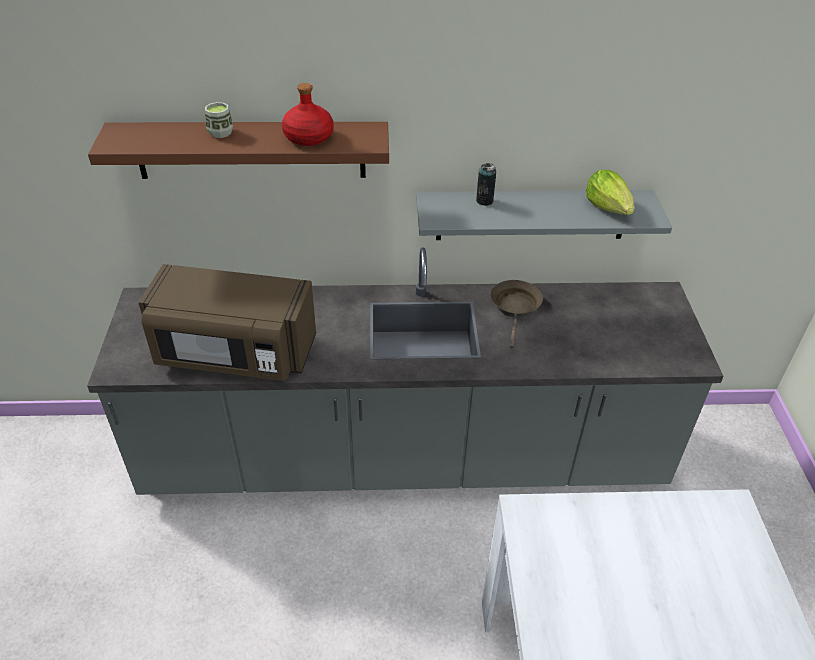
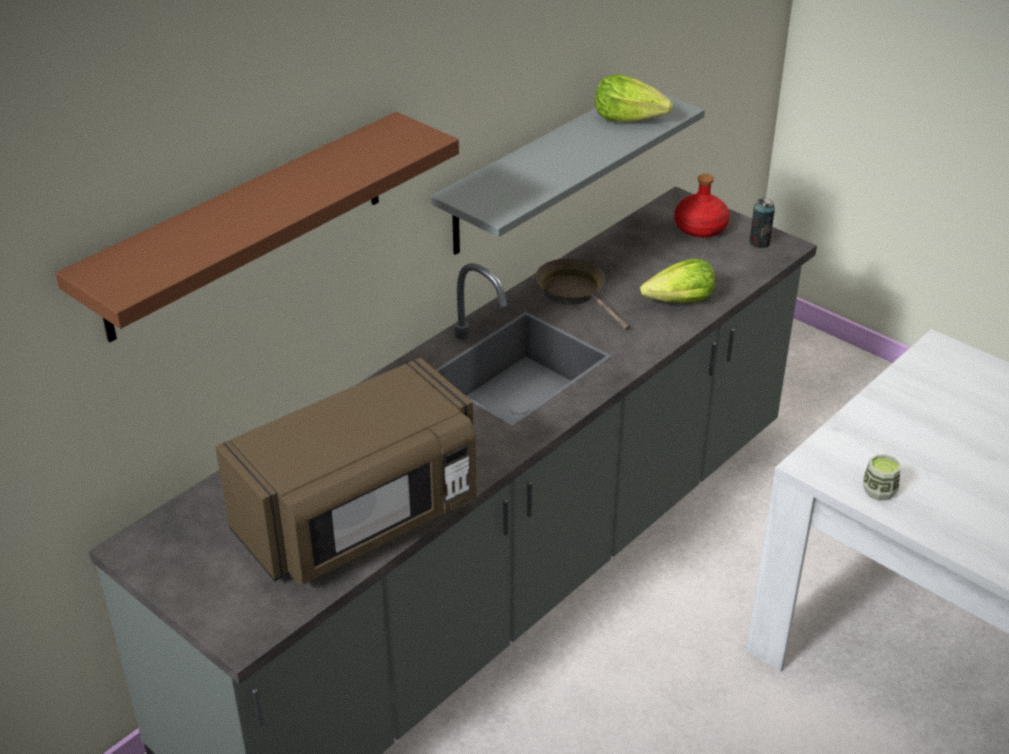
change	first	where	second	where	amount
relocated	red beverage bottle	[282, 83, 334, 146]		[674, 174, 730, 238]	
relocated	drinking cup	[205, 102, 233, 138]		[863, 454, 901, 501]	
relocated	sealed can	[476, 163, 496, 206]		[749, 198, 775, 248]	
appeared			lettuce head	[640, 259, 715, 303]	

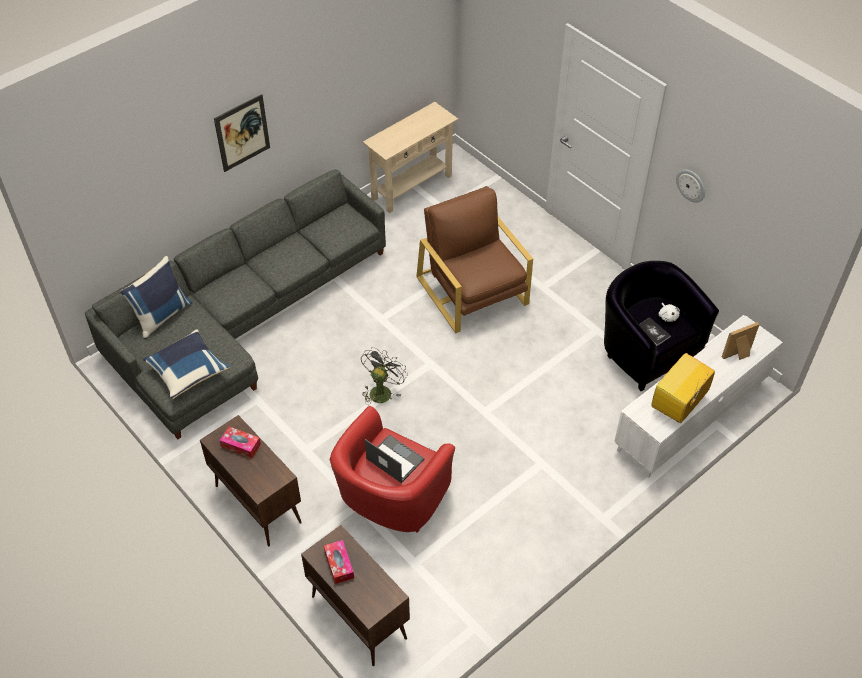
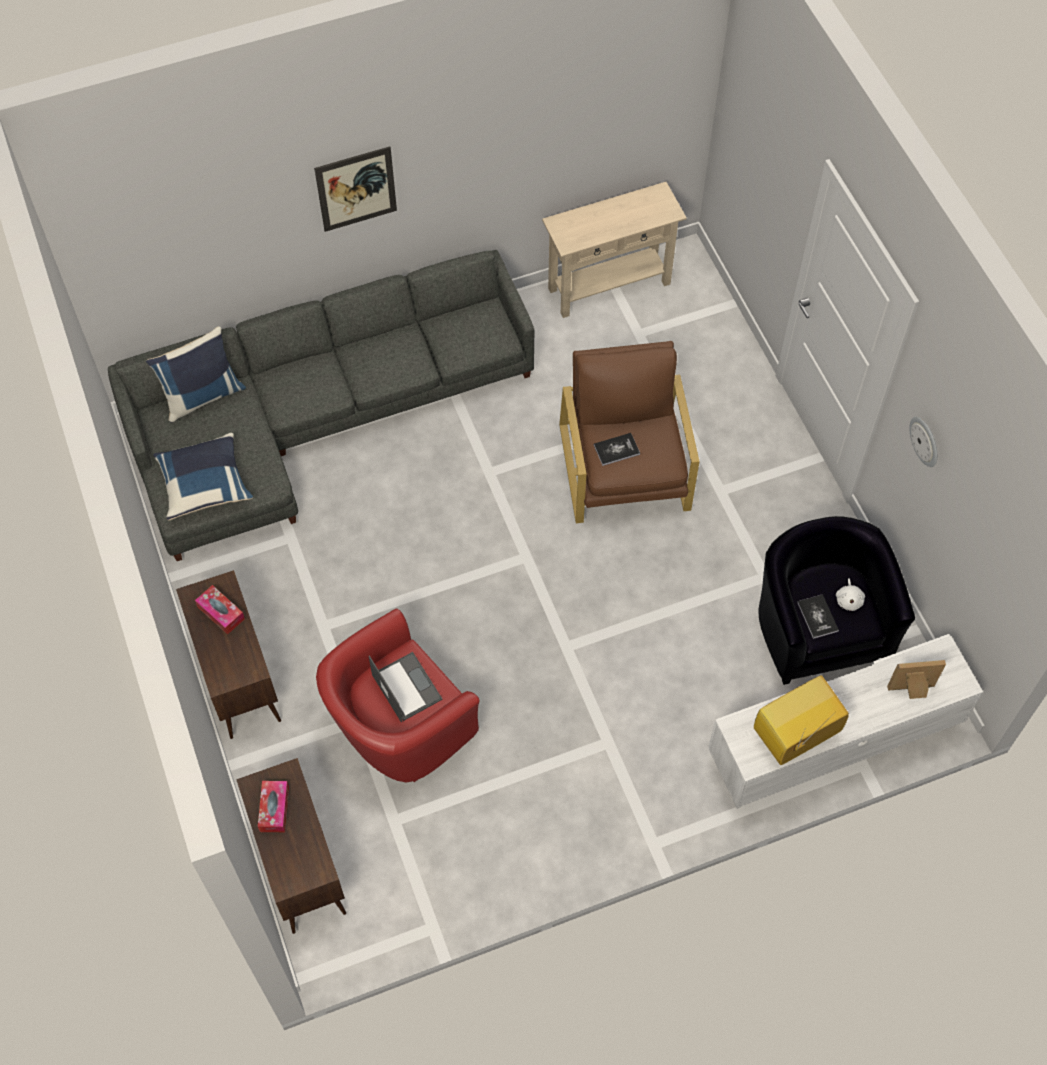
change	first	where	second	where	amount
missing	grey fan	[361, 347, 408, 405]			
appeared			volume	[594, 433, 640, 466]	

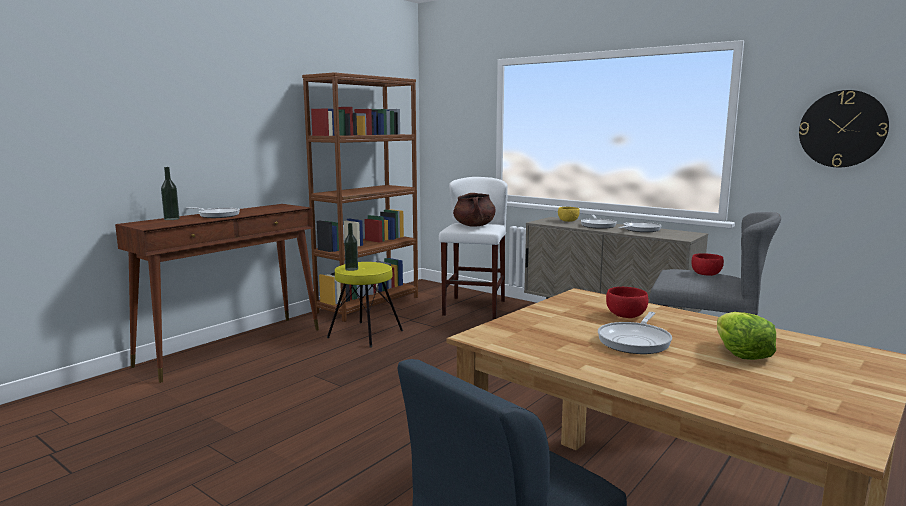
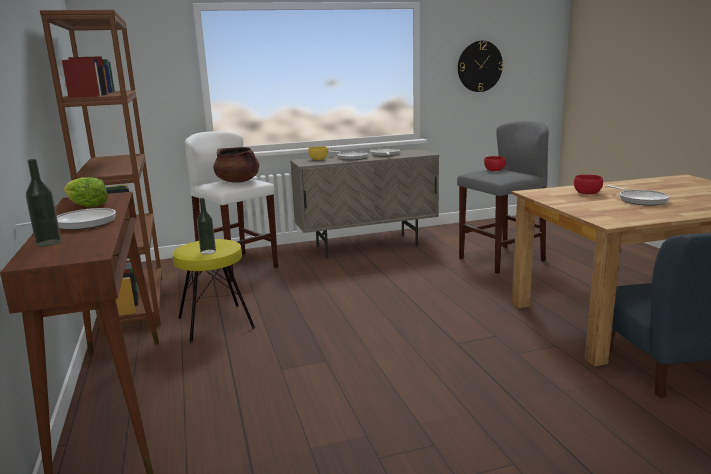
change	first	where	second	where	amount
relocated	lettuce head	[717, 312, 776, 360]		[64, 177, 108, 207]	

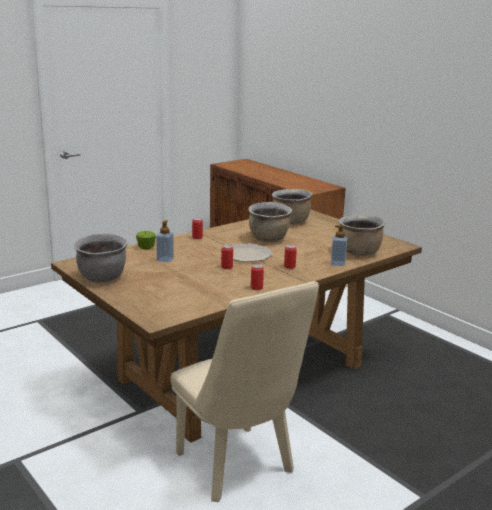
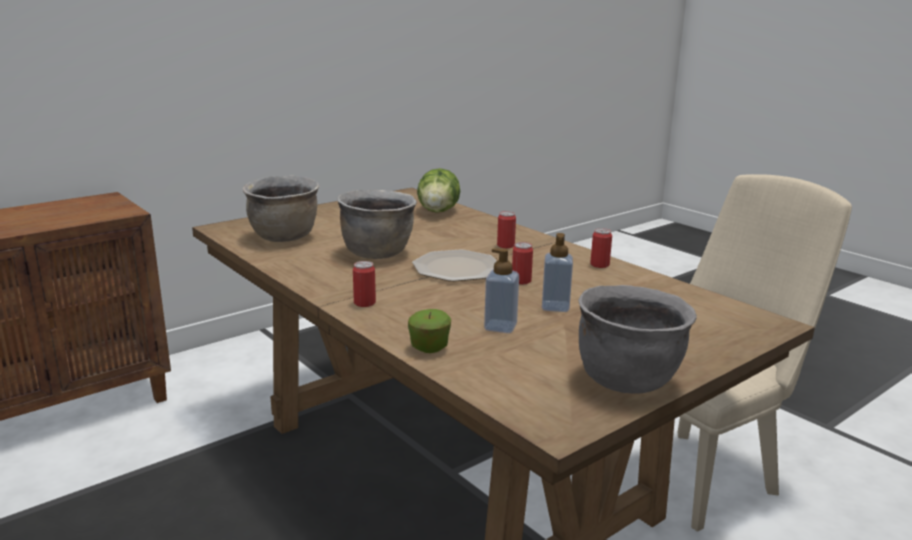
change	first	where	second	where	amount
exchanged	brownish cooking pot	[339, 215, 386, 256]	lettuce head	[417, 168, 460, 213]	
relocated	liquid soap bottle	[331, 225, 347, 266]		[542, 233, 573, 312]	

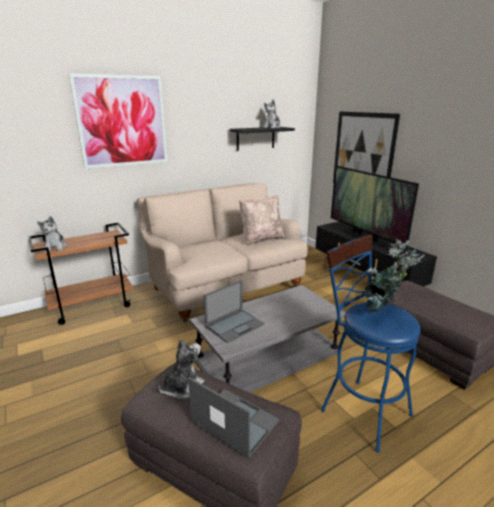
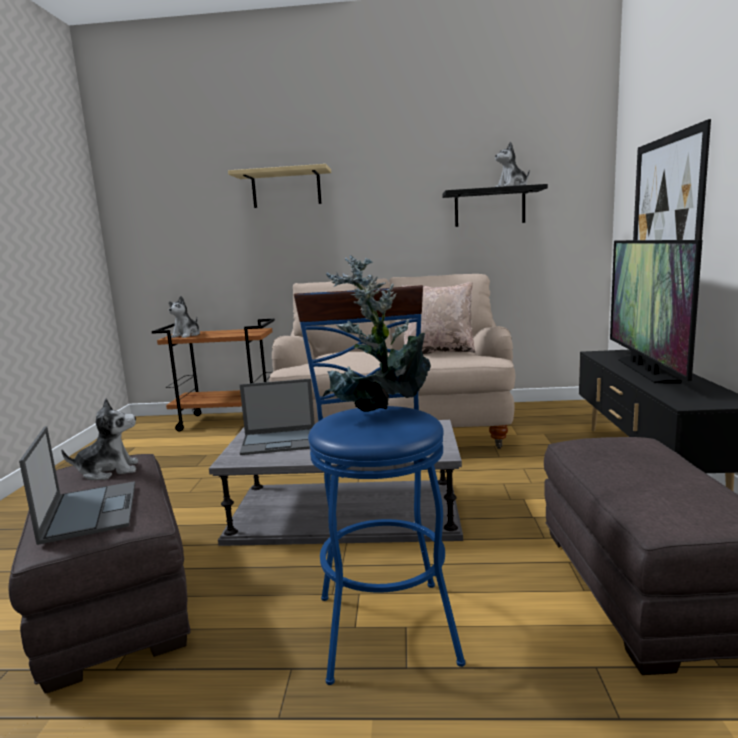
change	first	where	second	where	amount
exchanged	picture	[69, 74, 168, 169]	beige-coloured bracket shelf	[228, 164, 331, 208]	

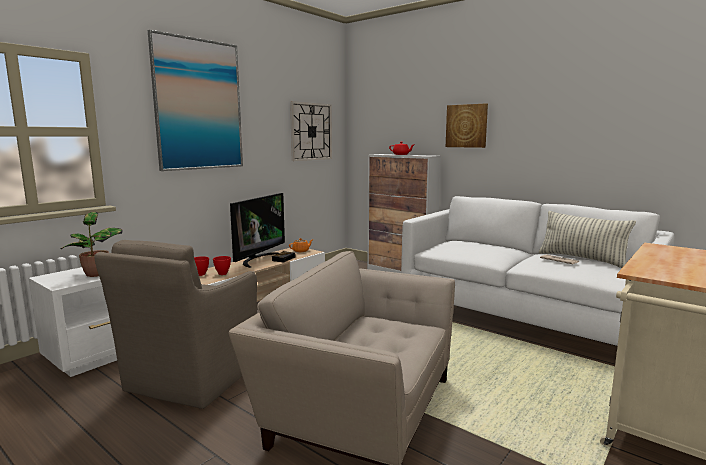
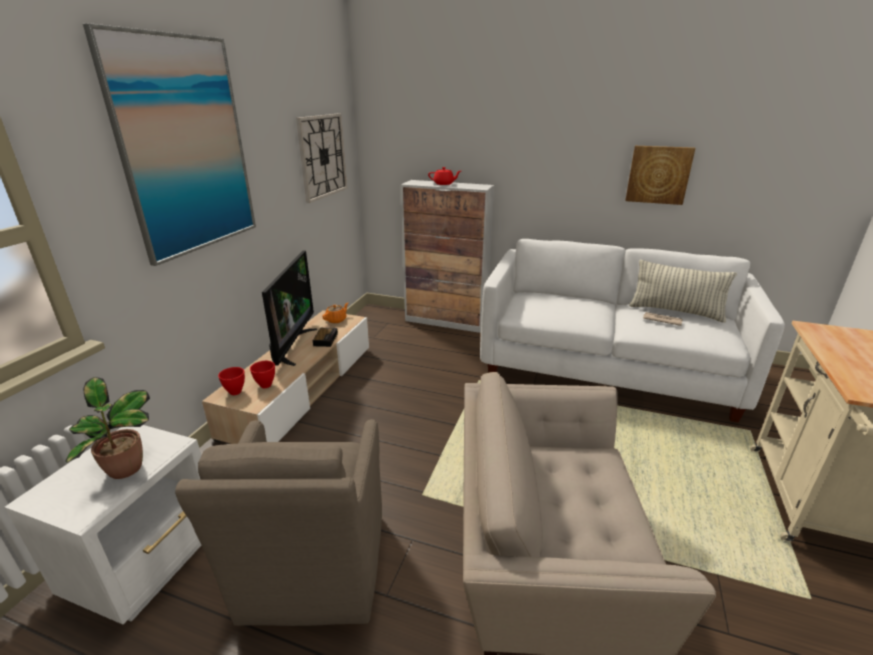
change	first	where	second	where	amount
relocated	picture	[446, 103, 488, 148]		[625, 146, 695, 205]	

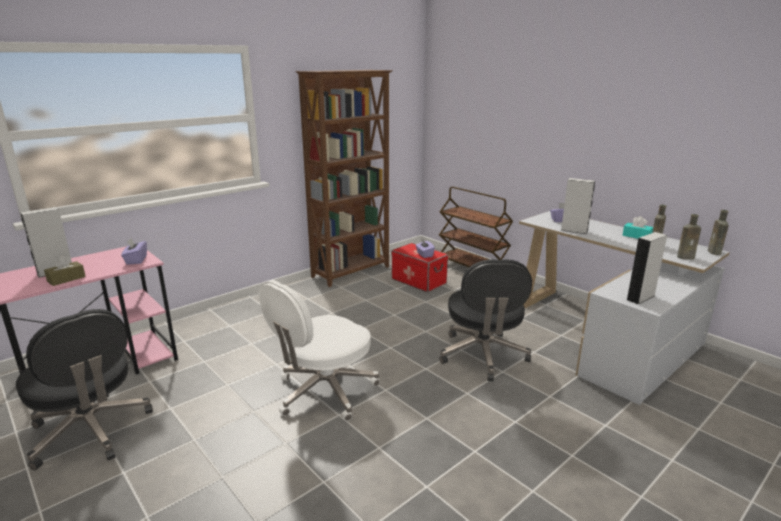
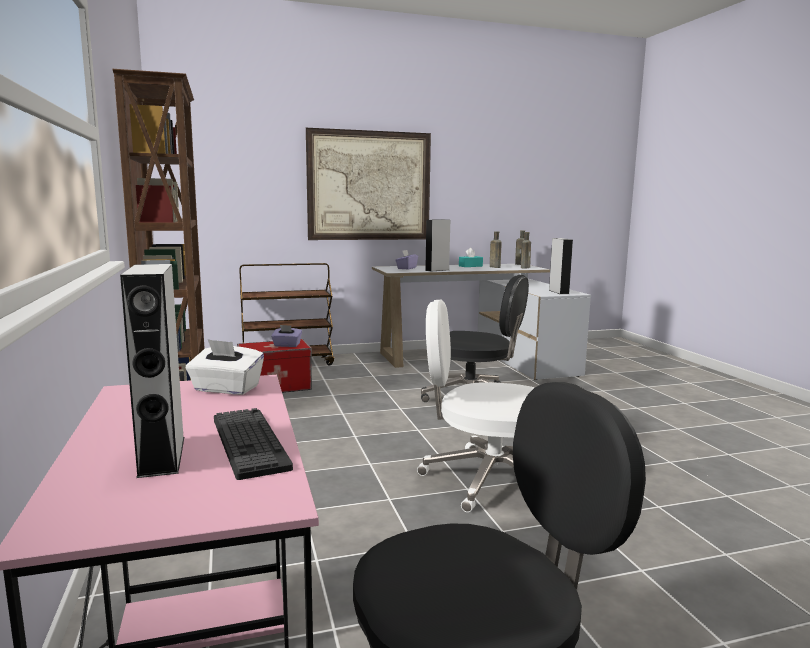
change	first	where	second	where	amount
colour	purple tissue holder	[121, 238, 147, 265]	whitish tissue holder	[186, 339, 264, 395]	
exchanged	brownish tissue holder	[44, 256, 86, 286]	computer keyboard	[214, 408, 293, 480]	
spun	whitish office chair	[259, 280, 380, 421]		[417, 300, 535, 512]	120 degrees clockwise
appeared			picture	[306, 128, 431, 240]	

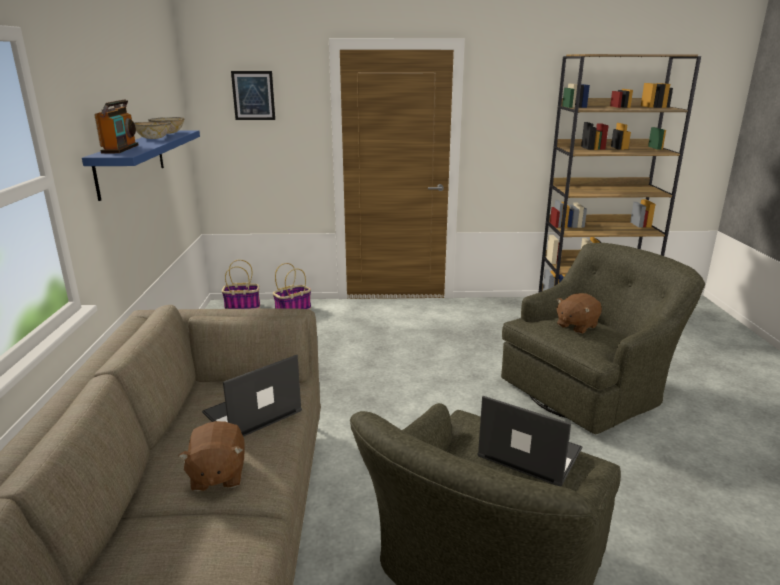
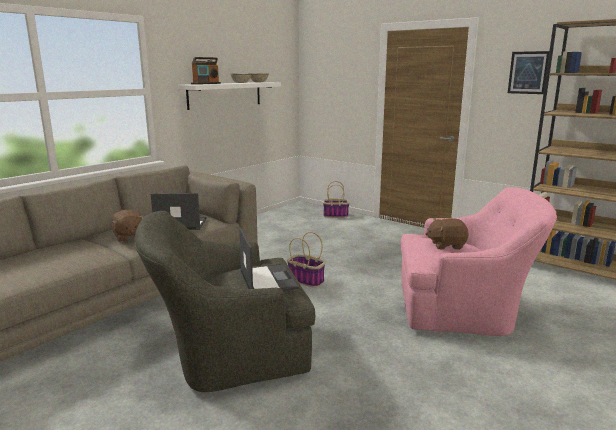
change	first	where	second	where	amount
relocated	picture	[231, 71, 275, 120]		[508, 51, 549, 94]	
colour	blue-coloured bracket shelf	[82, 130, 200, 201]	whitish bracket shelf	[178, 82, 281, 110]	
colour	green-coloured armchair	[501, 243, 705, 434]	pinkish armchair	[401, 187, 557, 336]	
relocated	storage basket	[222, 260, 260, 309]		[287, 232, 325, 288]	
spun	brownish cuddly toy	[178, 421, 245, 492]		[112, 209, 145, 243]	60 degrees counterclockwise

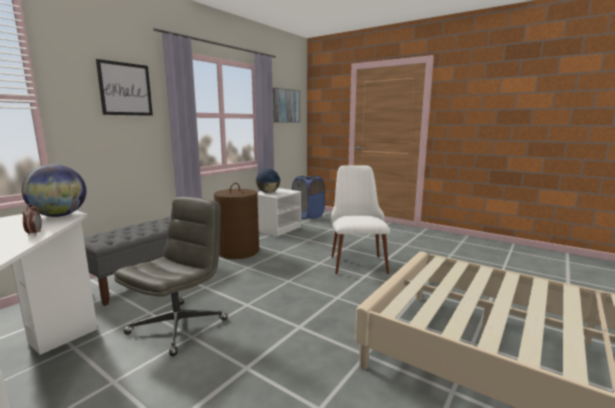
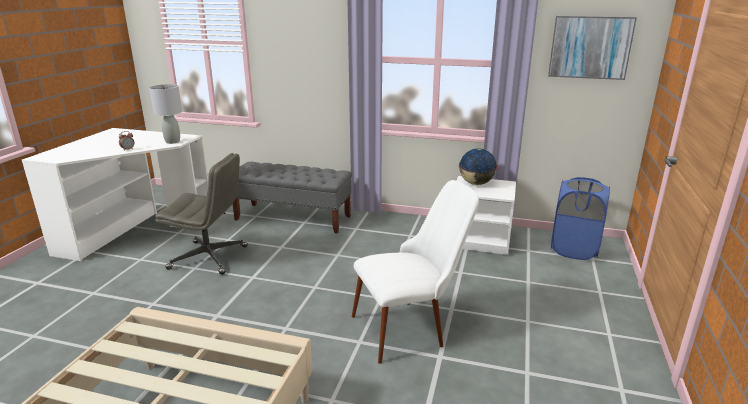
change	first	where	second	where	amount
missing	picture	[96, 59, 153, 116]			
exchanged	world globe	[22, 164, 87, 217]	grey lamp for a table	[149, 84, 182, 144]	
missing	brownish hamper	[214, 183, 259, 259]			

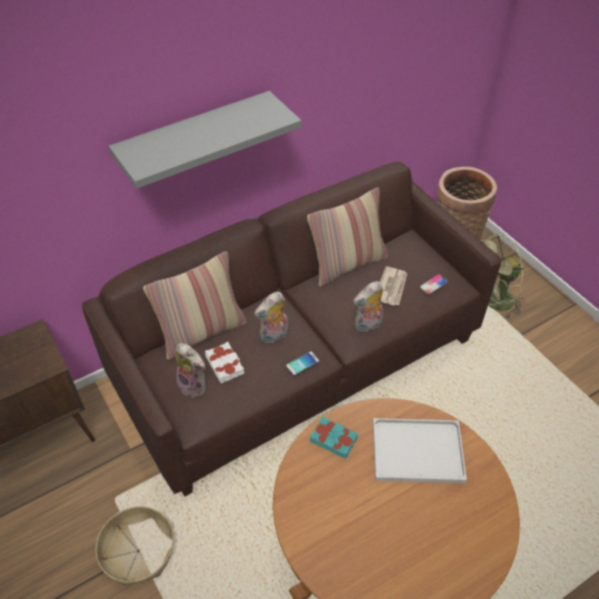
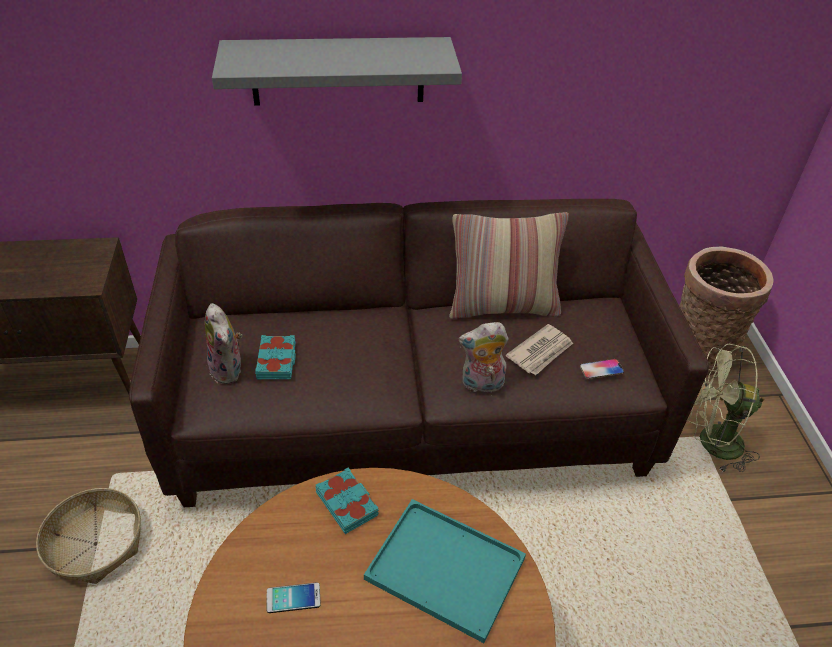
change	first	where	second	where	amount
missing	pillow	[143, 251, 247, 360]			
missing	cuddly toy	[254, 292, 288, 343]			
colour	whitish volume	[205, 342, 244, 383]	turquoise volume	[255, 335, 296, 379]	
relocated	phone	[286, 351, 319, 376]		[267, 582, 321, 613]	
colour	whitish serving tray	[373, 418, 467, 483]	turquoise serving tray	[364, 499, 526, 643]	

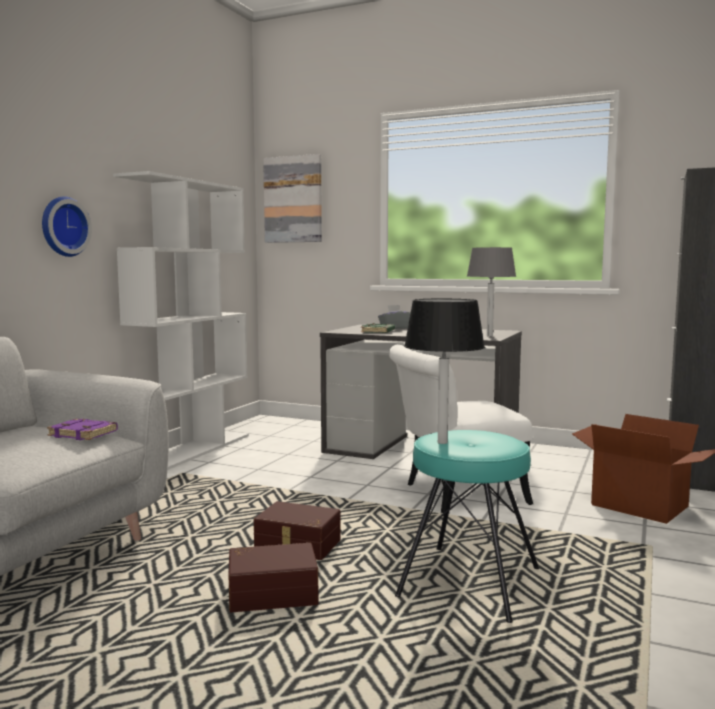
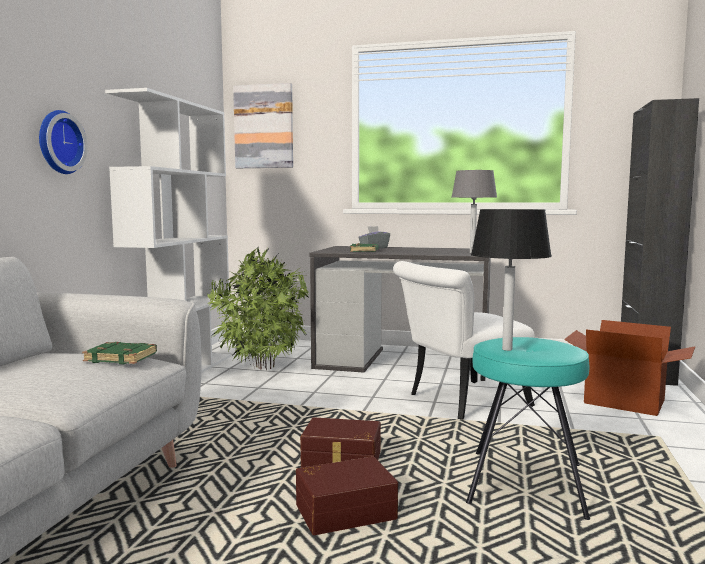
change	first	where	second	where	amount
colour	purple volume	[47, 419, 118, 440]	green-coloured volume	[82, 342, 157, 364]	
appeared			houseplant	[207, 248, 310, 370]	

